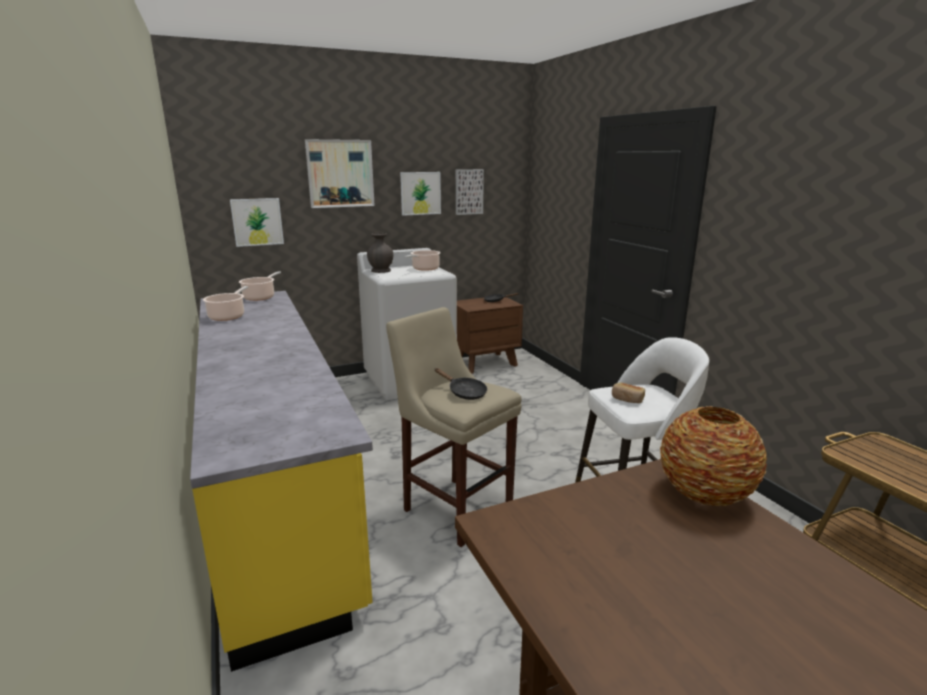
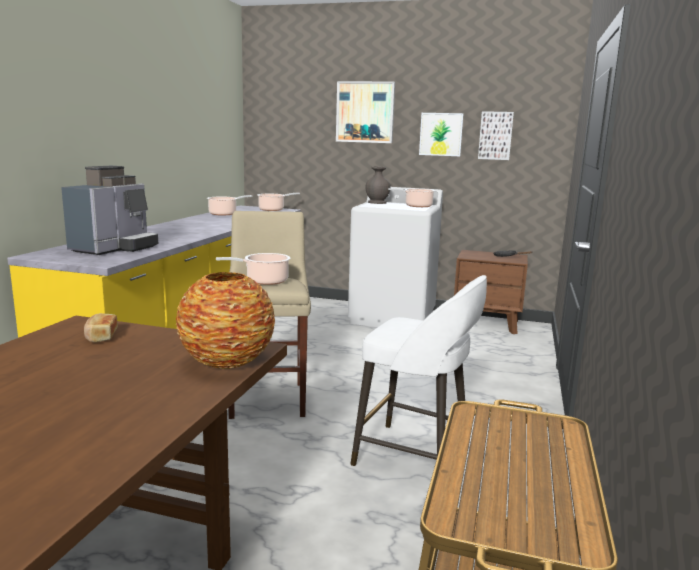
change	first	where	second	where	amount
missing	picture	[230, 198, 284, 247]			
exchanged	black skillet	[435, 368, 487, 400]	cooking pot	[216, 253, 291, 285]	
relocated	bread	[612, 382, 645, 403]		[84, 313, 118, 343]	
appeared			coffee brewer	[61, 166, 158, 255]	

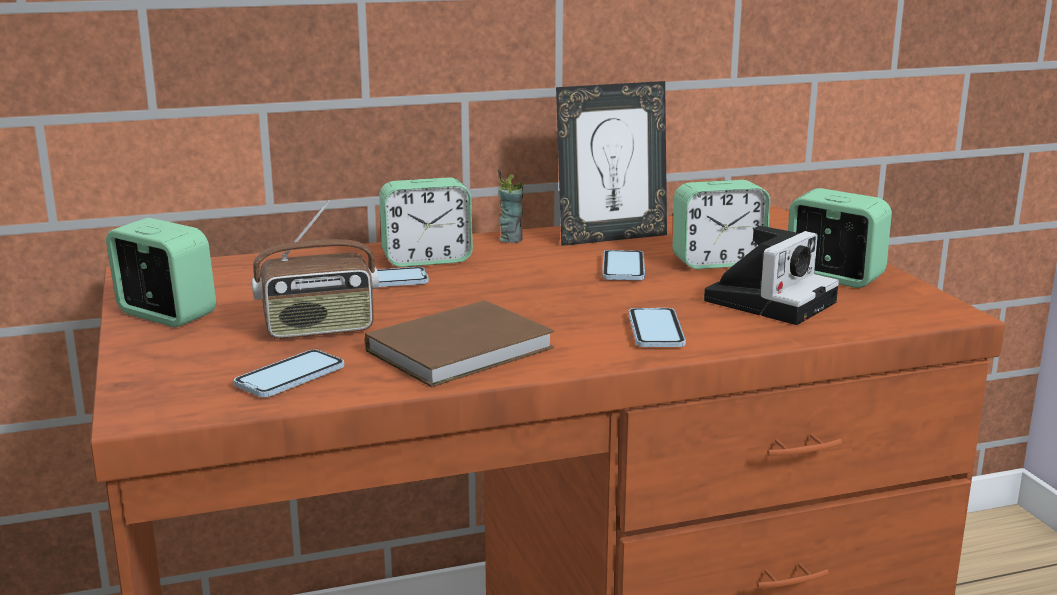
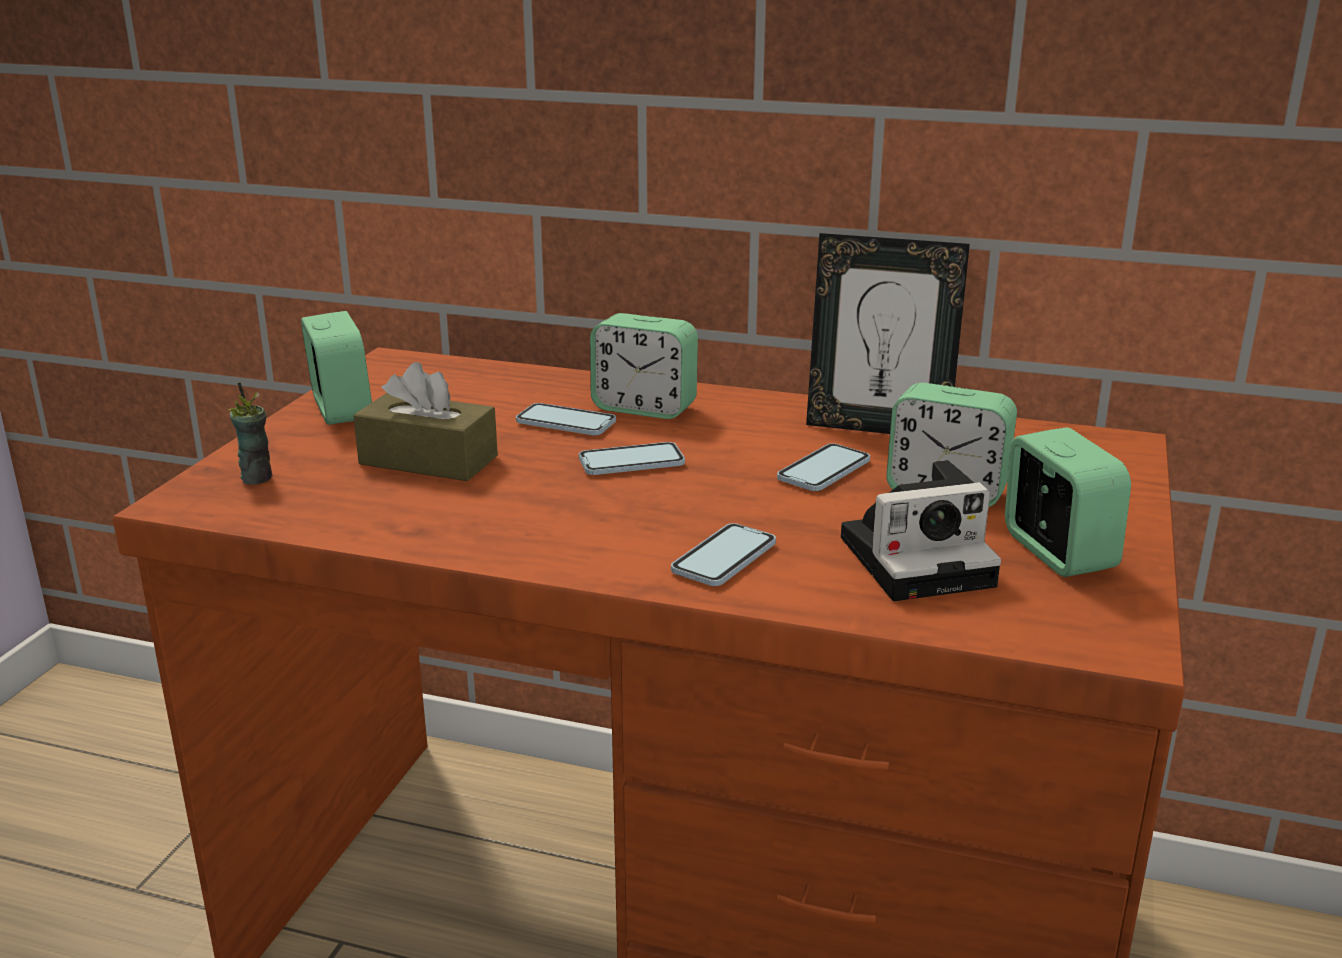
change	first	where	second	where	amount
relocated	drinking cup	[498, 169, 524, 243]		[228, 382, 272, 485]	
exchanged	radio set	[252, 201, 379, 339]	brownish tissue holder	[353, 362, 498, 481]	
missing	brownish volume	[365, 300, 554, 387]			
relocated	phone	[234, 350, 344, 397]		[579, 442, 685, 475]	

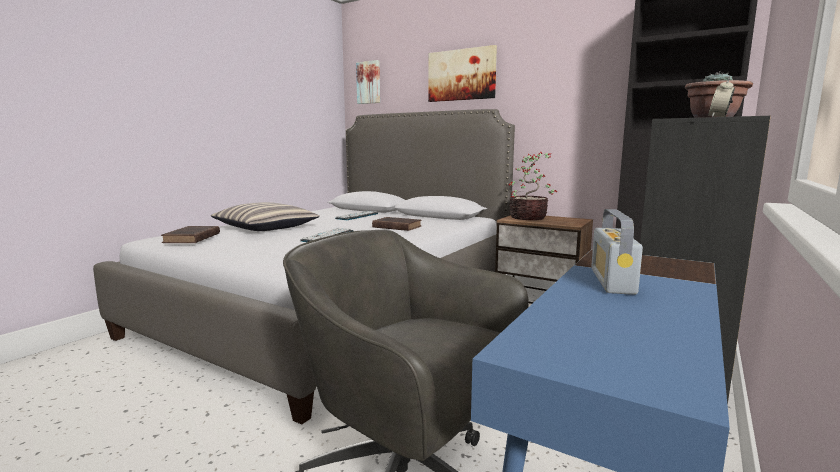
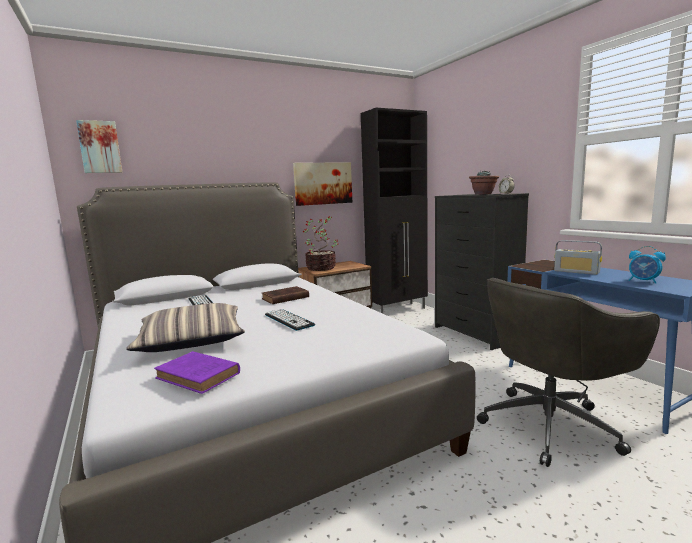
change	first	where	second	where	amount
relocated	picture	[428, 45, 497, 102]		[293, 162, 352, 206]	
colour	brownish volume	[161, 226, 220, 243]	purple volume	[154, 351, 240, 394]	
appeared			bedside clock	[629, 246, 666, 284]	

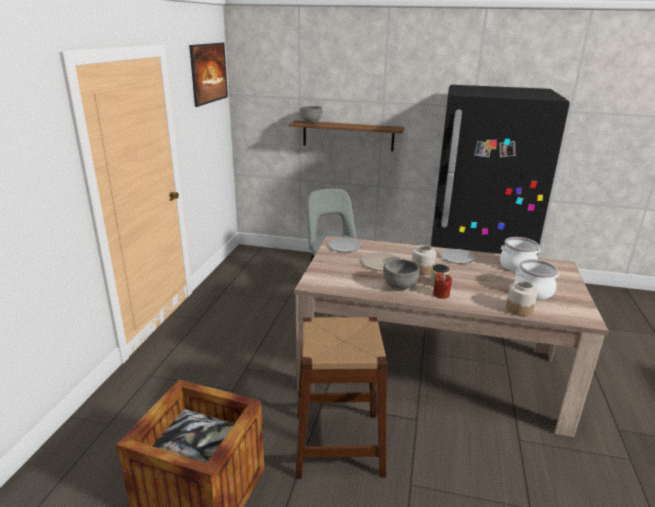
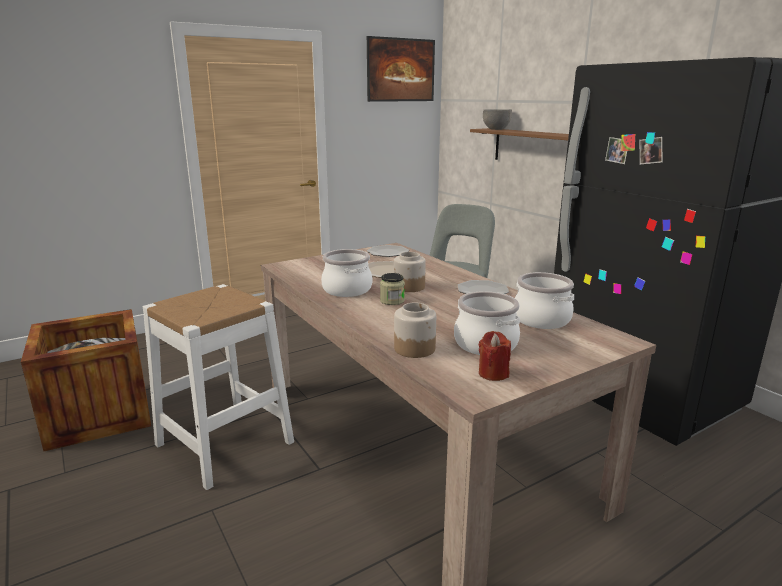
change	first	where	second	where	amount
exchanged	grey serving bowl	[383, 259, 420, 290]	cooking pot	[321, 249, 373, 297]	
relocated	red wax candle	[433, 272, 452, 299]		[479, 331, 511, 381]	
colour	brownish stool	[295, 317, 387, 479]	whitish stool	[143, 284, 294, 490]	

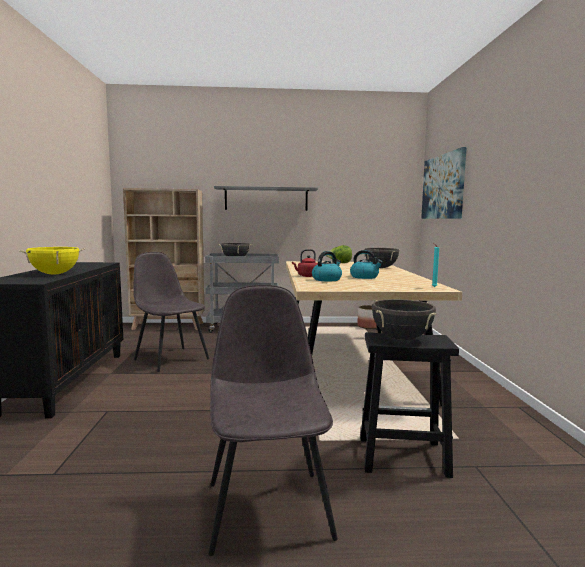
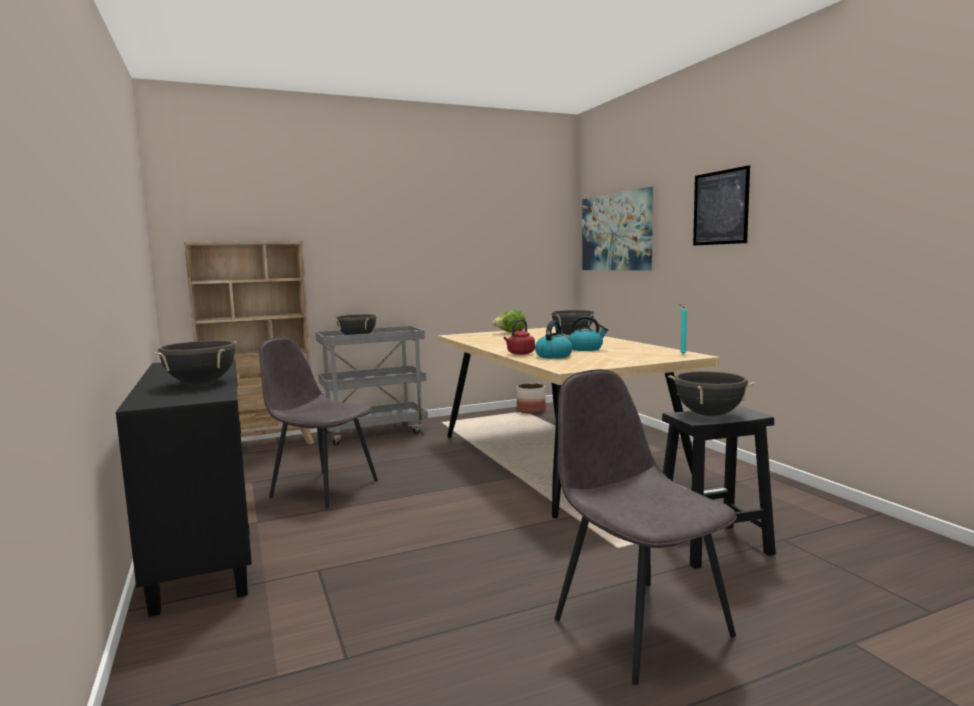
change	first	where	second	where	amount
missing	grey bracket shelf	[214, 186, 318, 211]			
colour	yellow cooking pot	[19, 247, 85, 275]	black cooking pot	[154, 340, 237, 384]	
appeared			picture	[693, 165, 750, 246]	

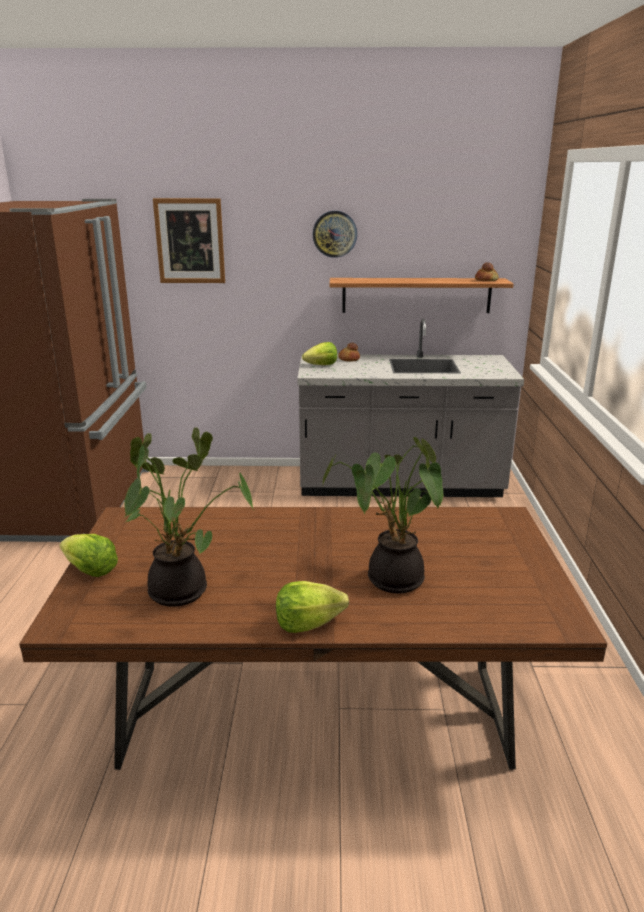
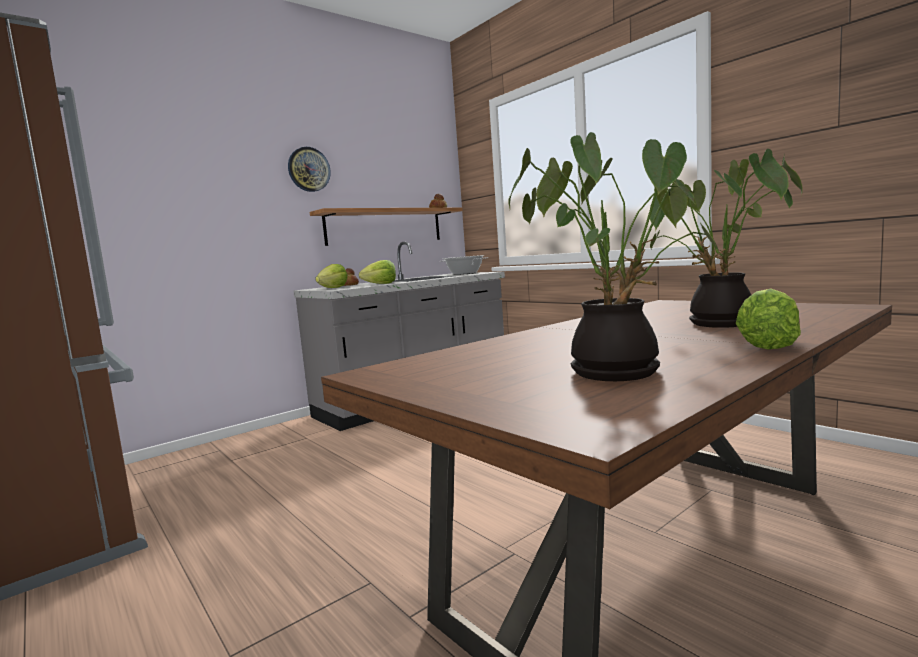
change	first	where	second	where	amount
missing	picture	[153, 198, 225, 283]			
relocated	lettuce head	[60, 534, 118, 577]		[359, 260, 396, 284]	
appeared			cooking pot	[440, 255, 488, 275]	

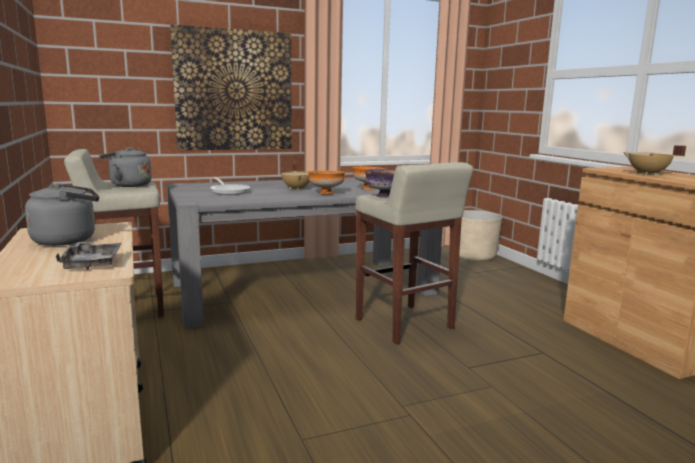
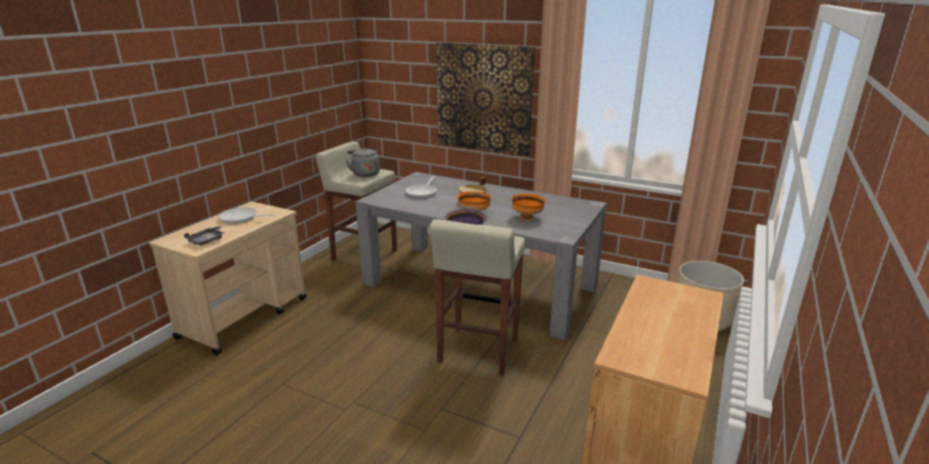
change	first	where	second	where	amount
missing	beige-coloured cooking pot	[623, 145, 686, 175]			
exchanged	grey water kettle	[25, 183, 99, 246]	skillet	[218, 207, 275, 224]	

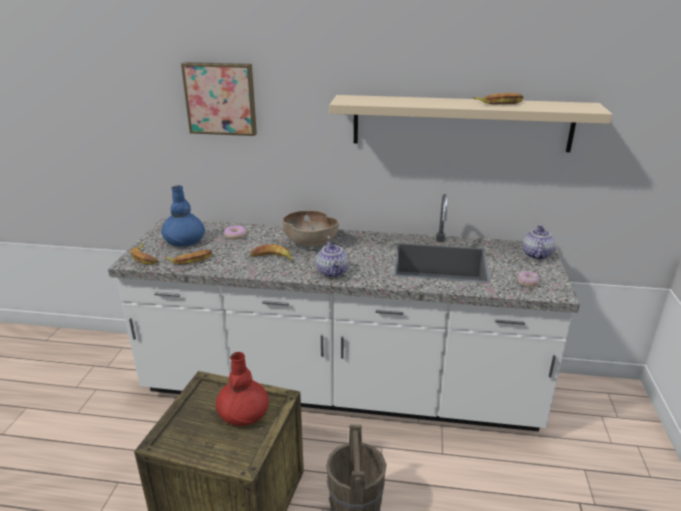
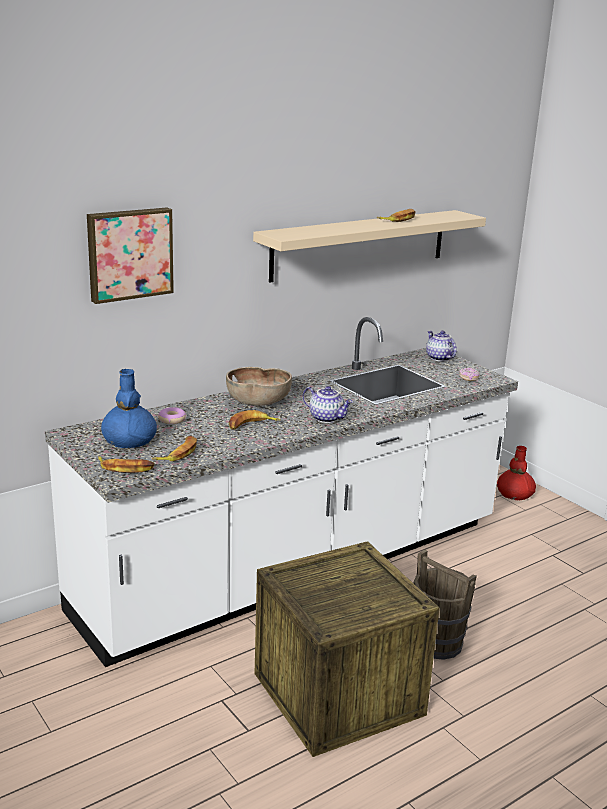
change	first	where	second	where	amount
relocated	red decorative vase	[216, 352, 269, 426]		[497, 446, 536, 500]	

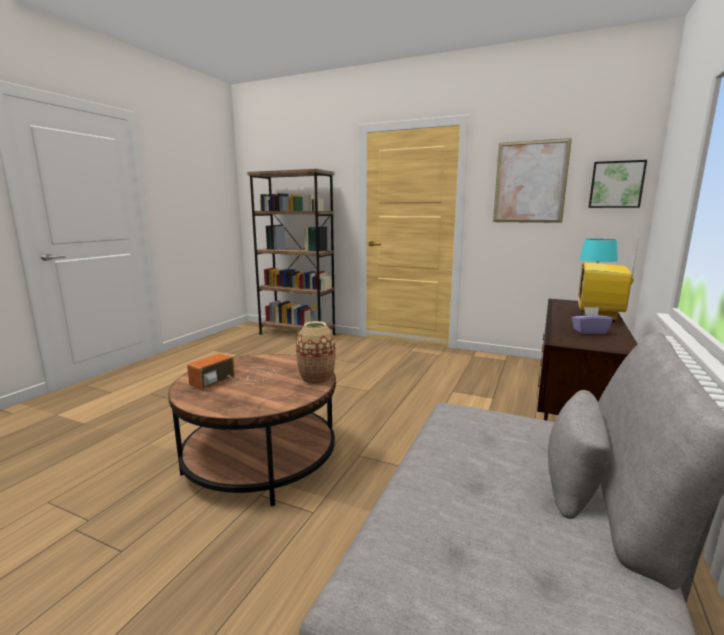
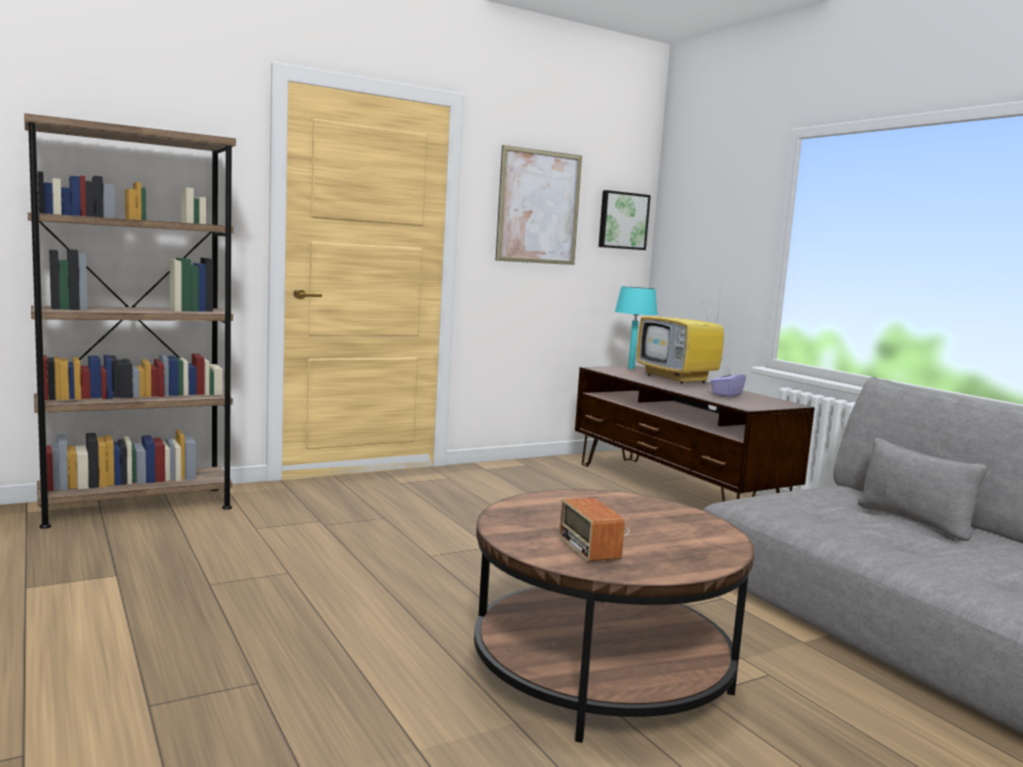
change	first	where	second	where	amount
missing	decorative vase	[296, 321, 336, 385]			

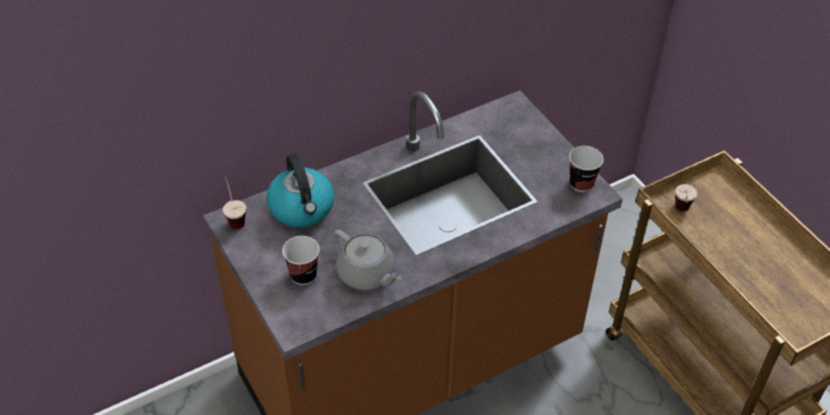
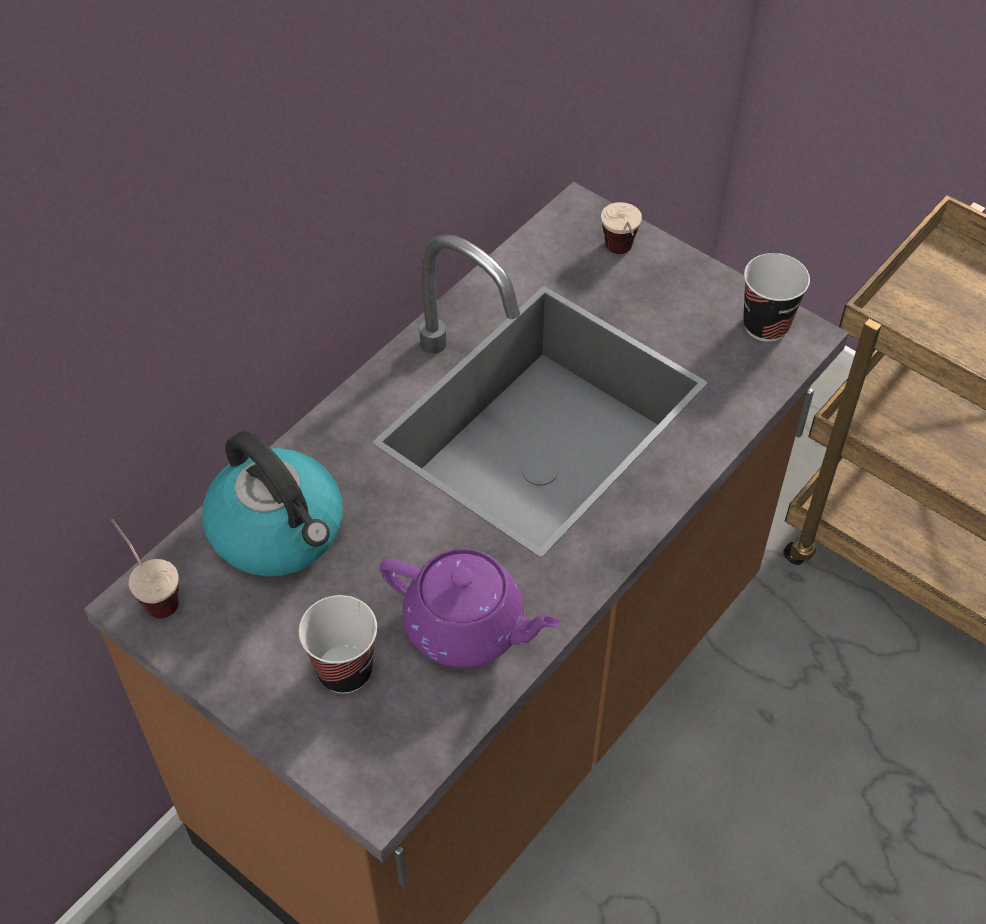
change	first	where	second	where	amount
relocated	drinking cup	[675, 184, 697, 211]		[601, 202, 642, 254]	
colour	grey pot for tea	[334, 230, 401, 290]	purple pot for tea	[379, 548, 561, 668]	

